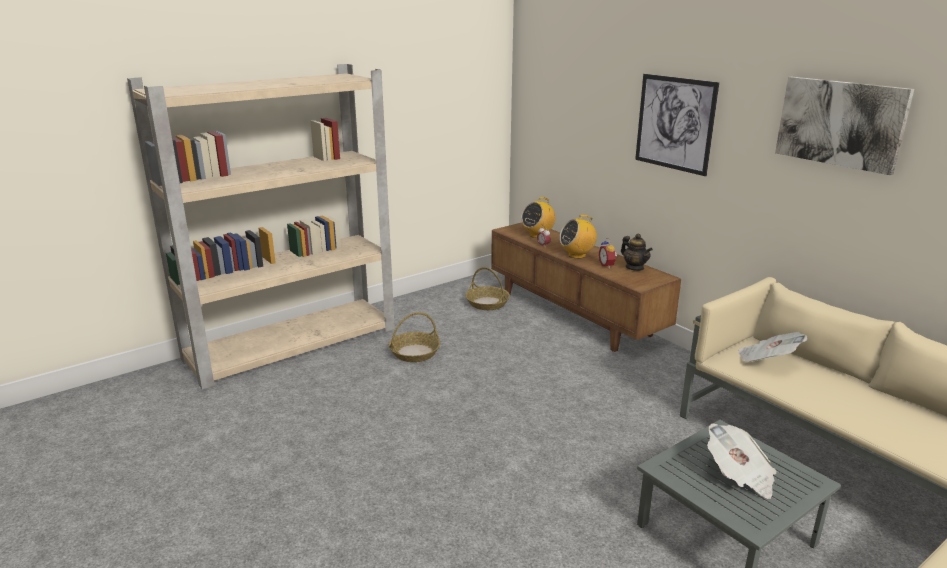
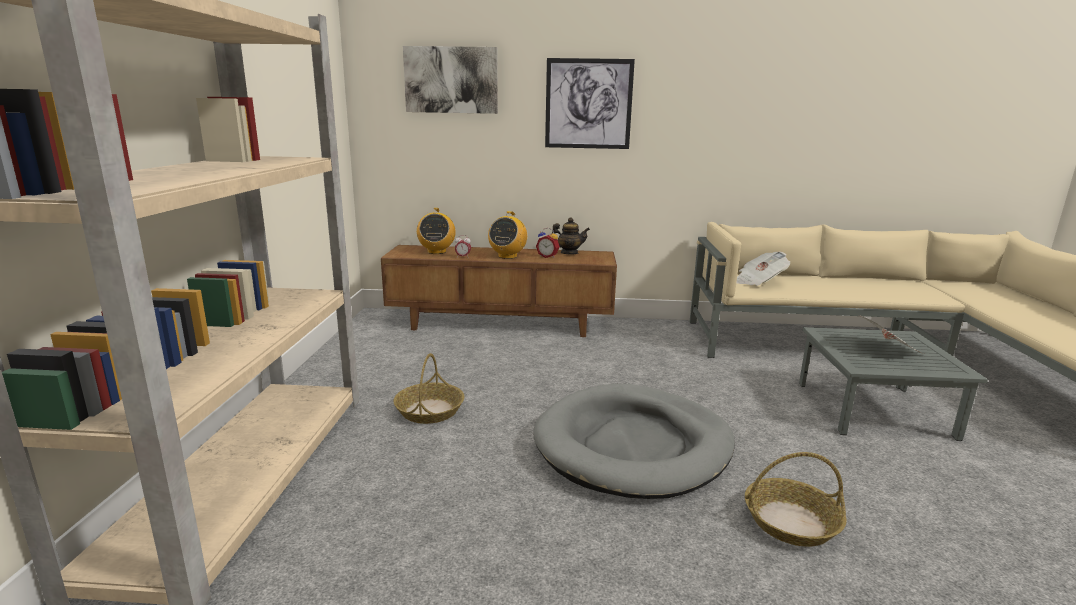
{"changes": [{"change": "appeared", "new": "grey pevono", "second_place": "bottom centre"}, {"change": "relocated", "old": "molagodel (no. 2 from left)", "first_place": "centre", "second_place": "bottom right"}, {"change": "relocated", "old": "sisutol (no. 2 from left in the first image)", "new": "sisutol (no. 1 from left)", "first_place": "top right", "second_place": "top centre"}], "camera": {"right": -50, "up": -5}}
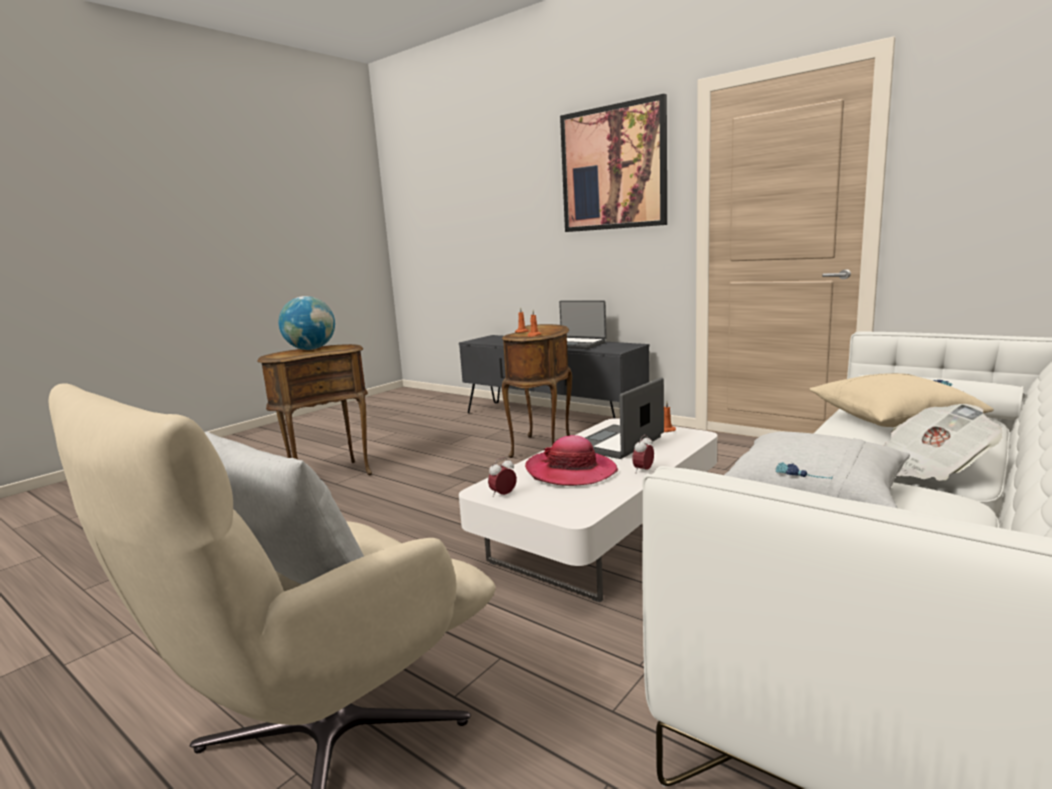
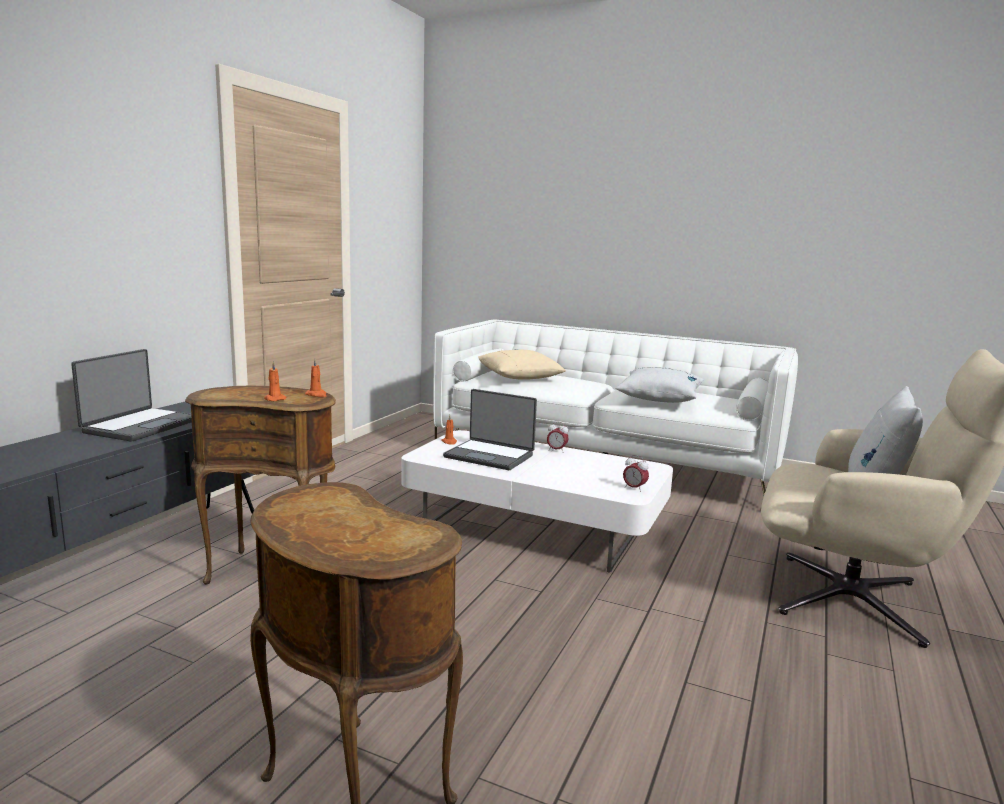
{"changes": [{"change": "missing", "old": "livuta", "first_place": "middle left"}, {"change": "missing", "old": "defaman", "first_place": "centre"}, {"change": "missing", "old": "sisutol", "first_place": "top centre"}, {"change": "missing", "old": "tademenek", "first_place": "middle right"}], "camera": {"right": -105, "up": 0}}
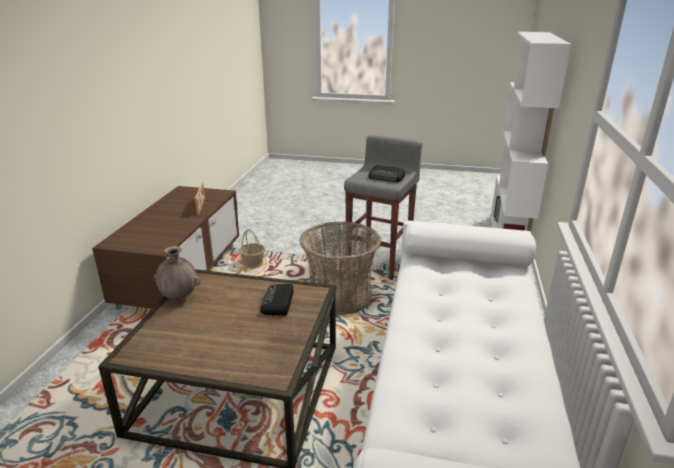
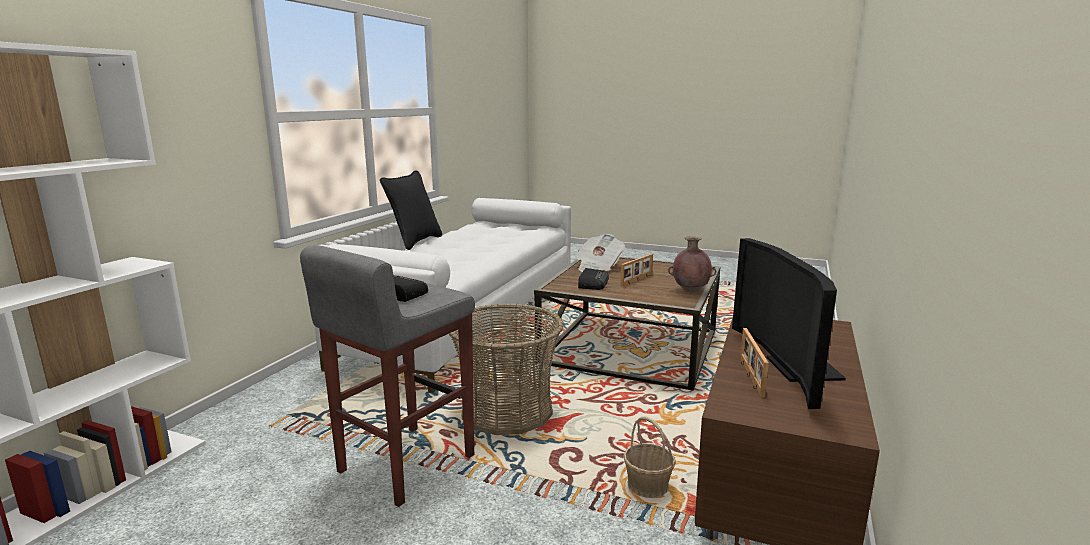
{"changes": [{"change": "appeared", "new": "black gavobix", "second_place": "centre"}, {"change": "appeared", "new": "tademenek", "second_place": "centre"}, {"change": "appeared", "new": "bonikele (no. 1 from left)", "second_place": "centre"}, {"change": "appeared", "new": "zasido", "second_place": "middle right"}], "camera": {"right": -170, "up": -10}}
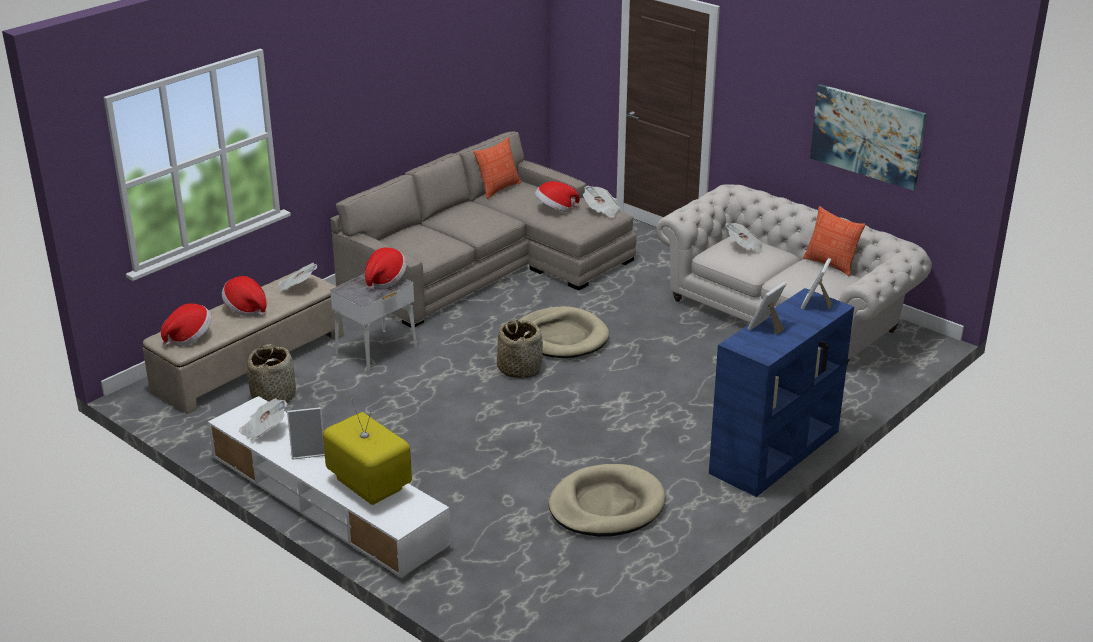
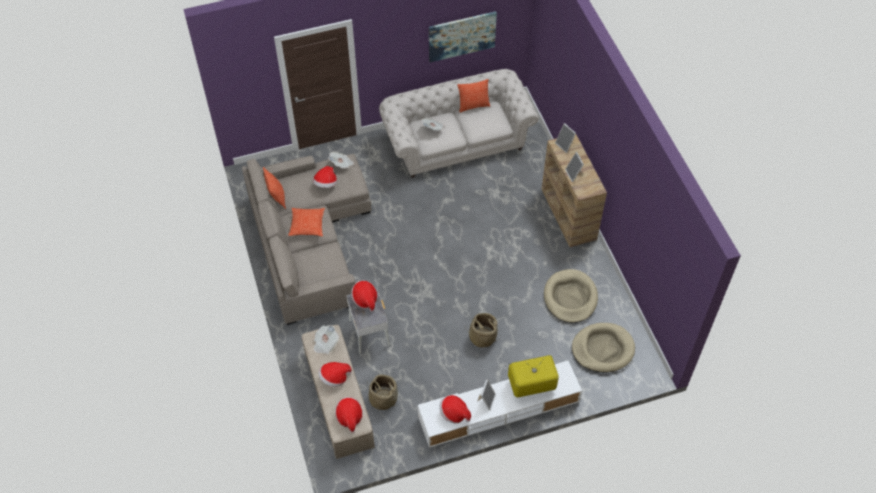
{"changes": [{"change": "appeared", "new": "orange gavobix (no. 2 from left)", "second_place": "centre"}, {"change": "relocated", "old": "molagodel (no. 2 from left)", "first_place": "centre", "second_place": "bottom centre"}, {"change": "relocated", "old": "beige pevono (no. 1 from left in the first image)", "new": "beige pevono (no. 2 from left)", "first_place": "centre", "second_place": "bottom right"}, {"change": "exchanged", "old": "tademenek (no. 1 from left)", "new": "defaman (no. 5 from left)", "first_place": "middle left", "second_place": "bottom centre"}, {"change": "colour", "old": "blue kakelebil", "new": "brown kakelebil", "first_place": "middle right", "second_place": "centre"}], "camera": {"right": -60, "up": 25}}
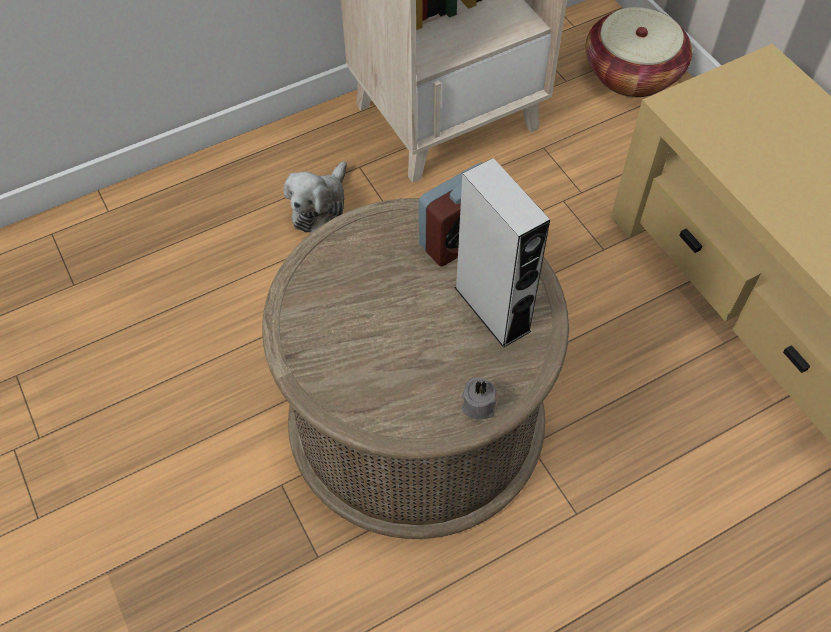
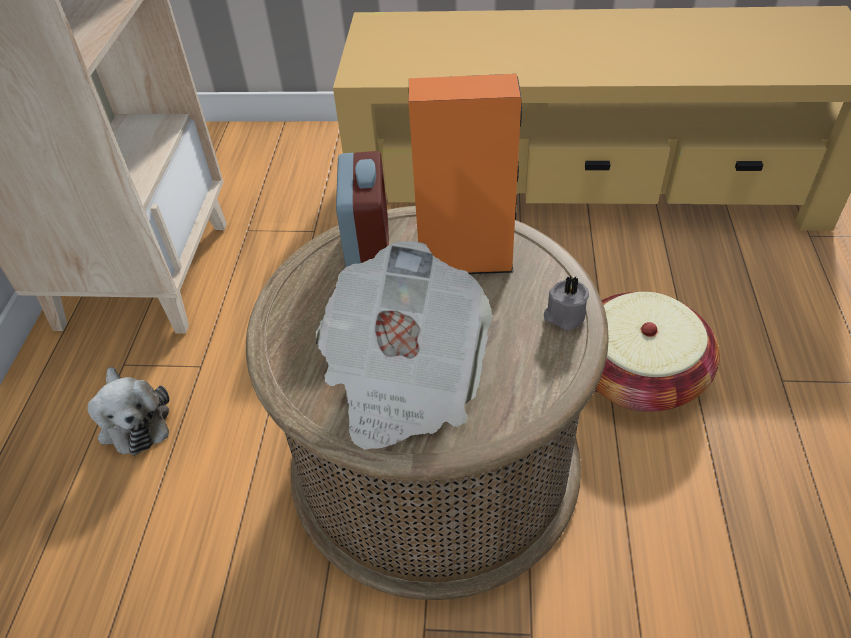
{"changes": [{"change": "appeared", "new": "tademenek", "second_place": "centre"}, {"change": "relocated", "old": "molagodel", "first_place": "top right", "second_place": "middle right"}, {"change": "colour", "old": "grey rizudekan", "new": "orange rizudekan", "first_place": "centre", "second_place": "top centre"}], "camera": {"right": -55, "up": -10}}
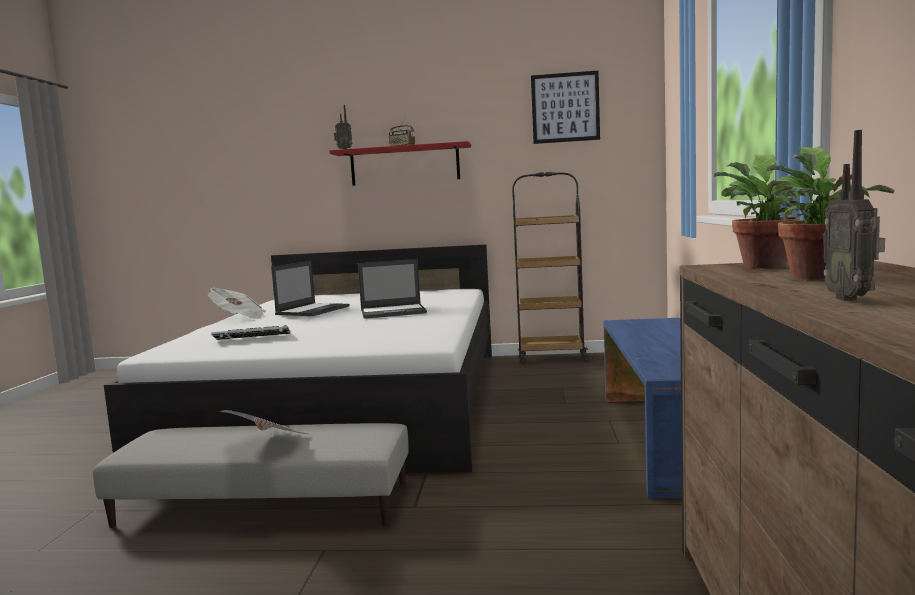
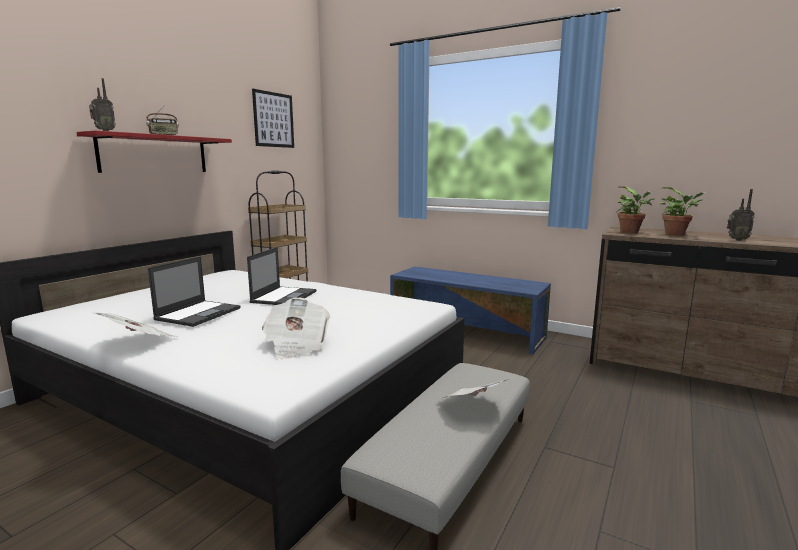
{"changes": [{"change": "exchanged", "old": "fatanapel", "new": "tademenek (no. 2 from left)", "first_place": "middle left", "second_place": "centre"}, {"change": "spun", "old": "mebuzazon (no. 1 from left)", "first_place": "centre", "second_place": "middle left", "degrees": 60}], "camera": {"right": -65, "up": 5}}
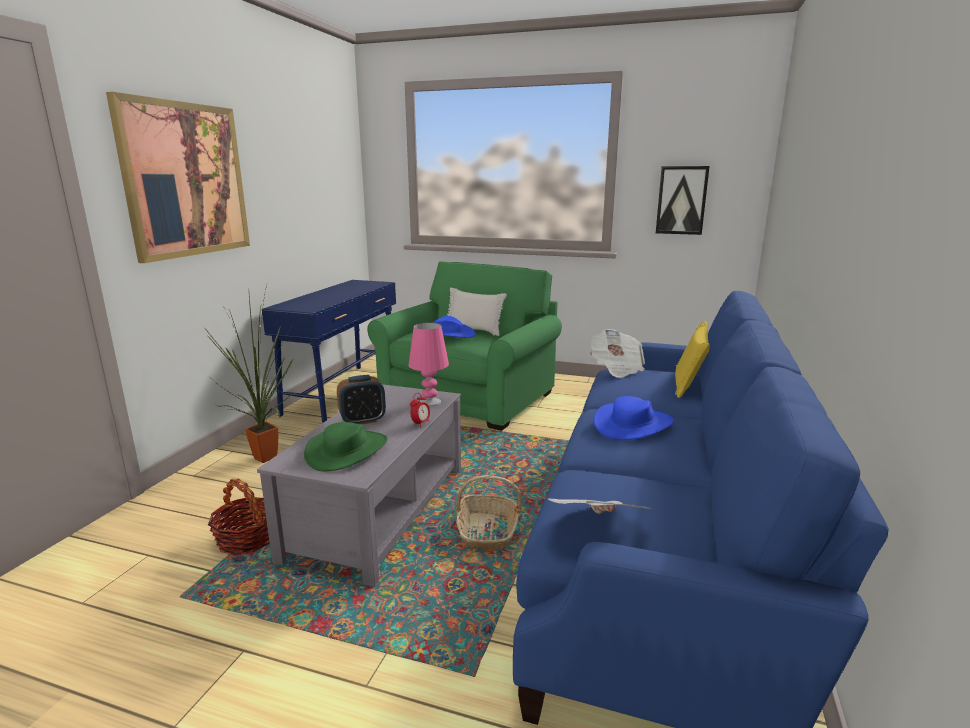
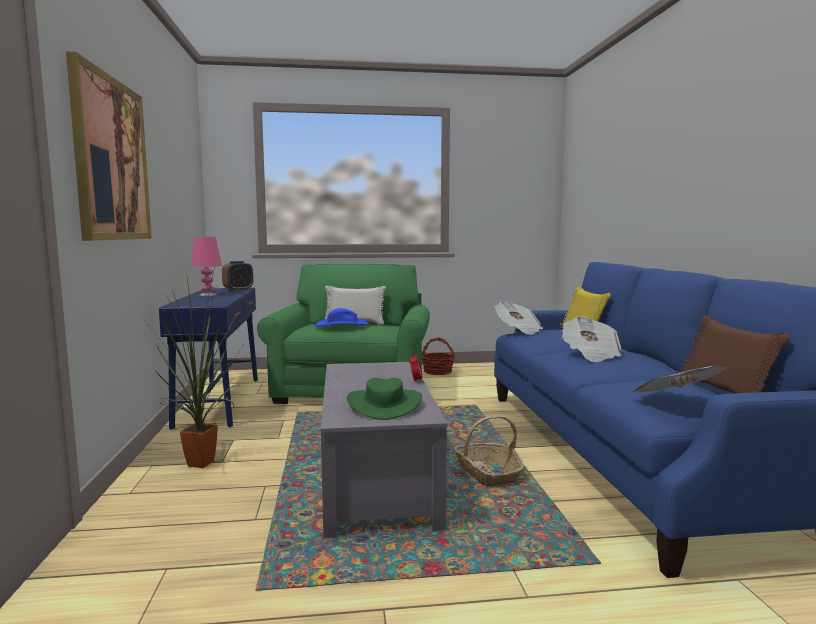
{"changes": [{"change": "missing", "old": "sisutol (no. 2 from left)", "first_place": "top right"}, {"change": "appeared", "new": "brown gavobix", "second_place": "middle right"}, {"change": "relocated", "old": "molagodel (no. 1 from left)", "first_place": "bottom left", "second_place": "centre"}, {"change": "relocated", "old": "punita (no. 1 from left)", "first_place": "centre", "second_place": "middle left"}, {"change": "relocated", "old": "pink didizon", "first_place": "centre", "second_place": "middle left"}, {"change": "exchanged", "old": "blue defaman (no. 2 from left)", "new": "tademenek (no. 2 from left)", "first_place": "centre", "second_place": "middle right"}], "camera": {"right": -25, "up": -10}}
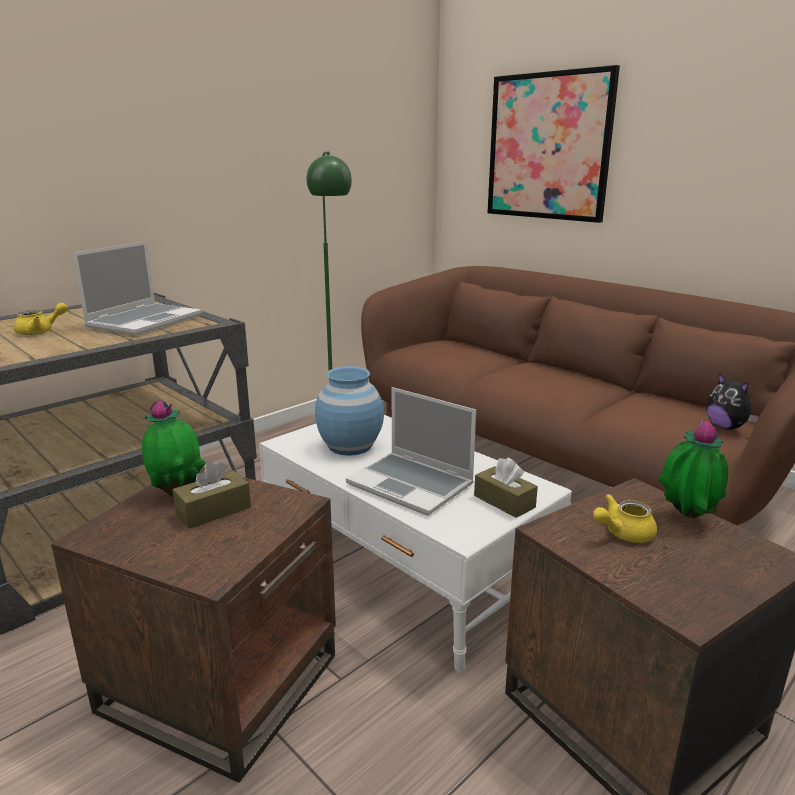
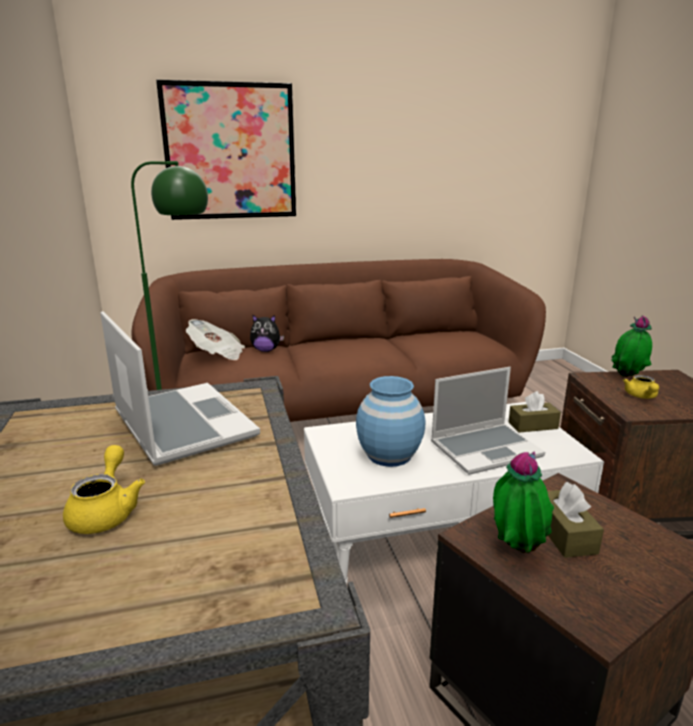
{"changes": [{"change": "appeared", "new": "tademenek", "second_place": "middle left"}, {"change": "relocated", "old": "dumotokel", "first_place": "middle right", "second_place": "centre"}], "camera": {"right": -60, "up": 0}}
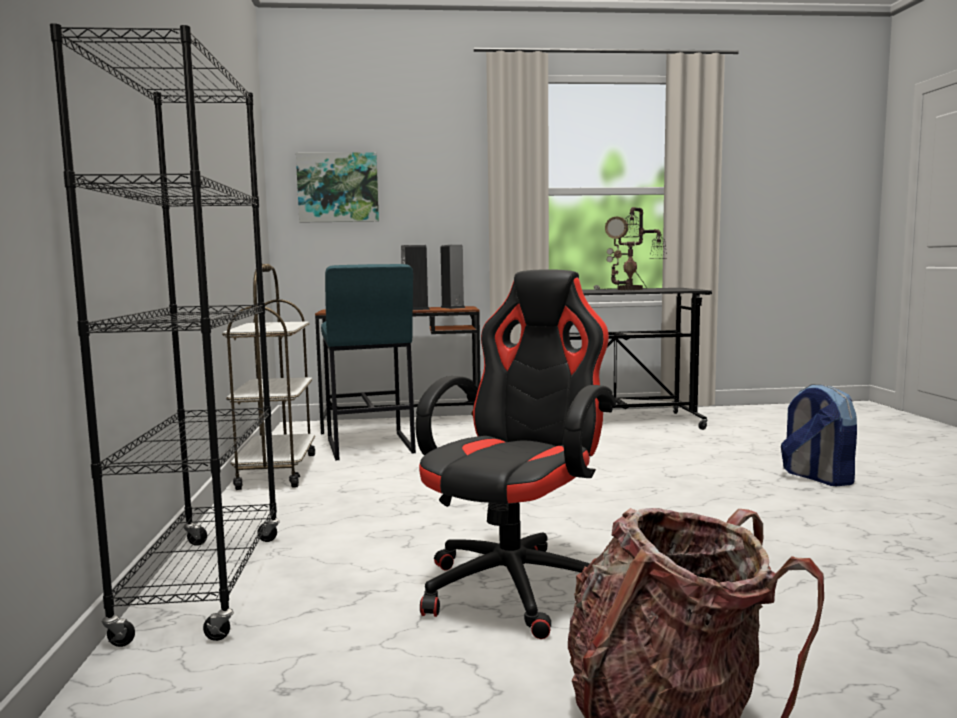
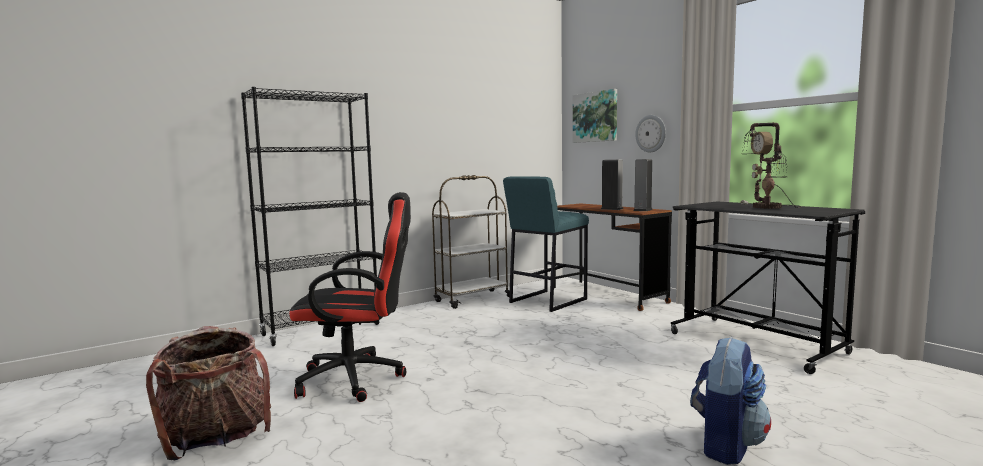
{"changes": [{"change": "appeared", "new": "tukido", "second_place": "top centre"}], "camera": {"right": 60, "up": 0}}
